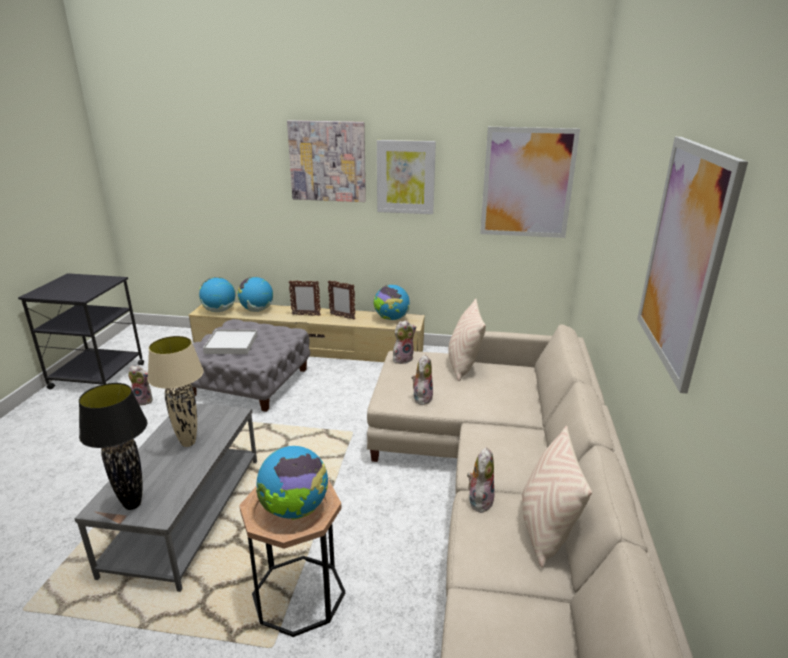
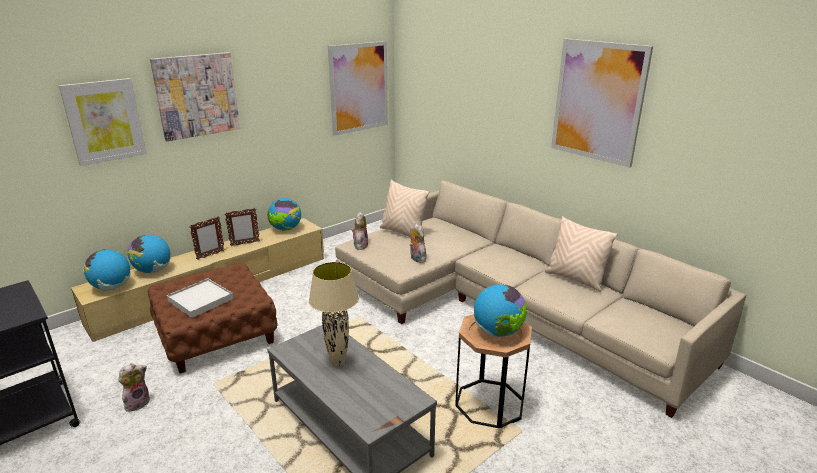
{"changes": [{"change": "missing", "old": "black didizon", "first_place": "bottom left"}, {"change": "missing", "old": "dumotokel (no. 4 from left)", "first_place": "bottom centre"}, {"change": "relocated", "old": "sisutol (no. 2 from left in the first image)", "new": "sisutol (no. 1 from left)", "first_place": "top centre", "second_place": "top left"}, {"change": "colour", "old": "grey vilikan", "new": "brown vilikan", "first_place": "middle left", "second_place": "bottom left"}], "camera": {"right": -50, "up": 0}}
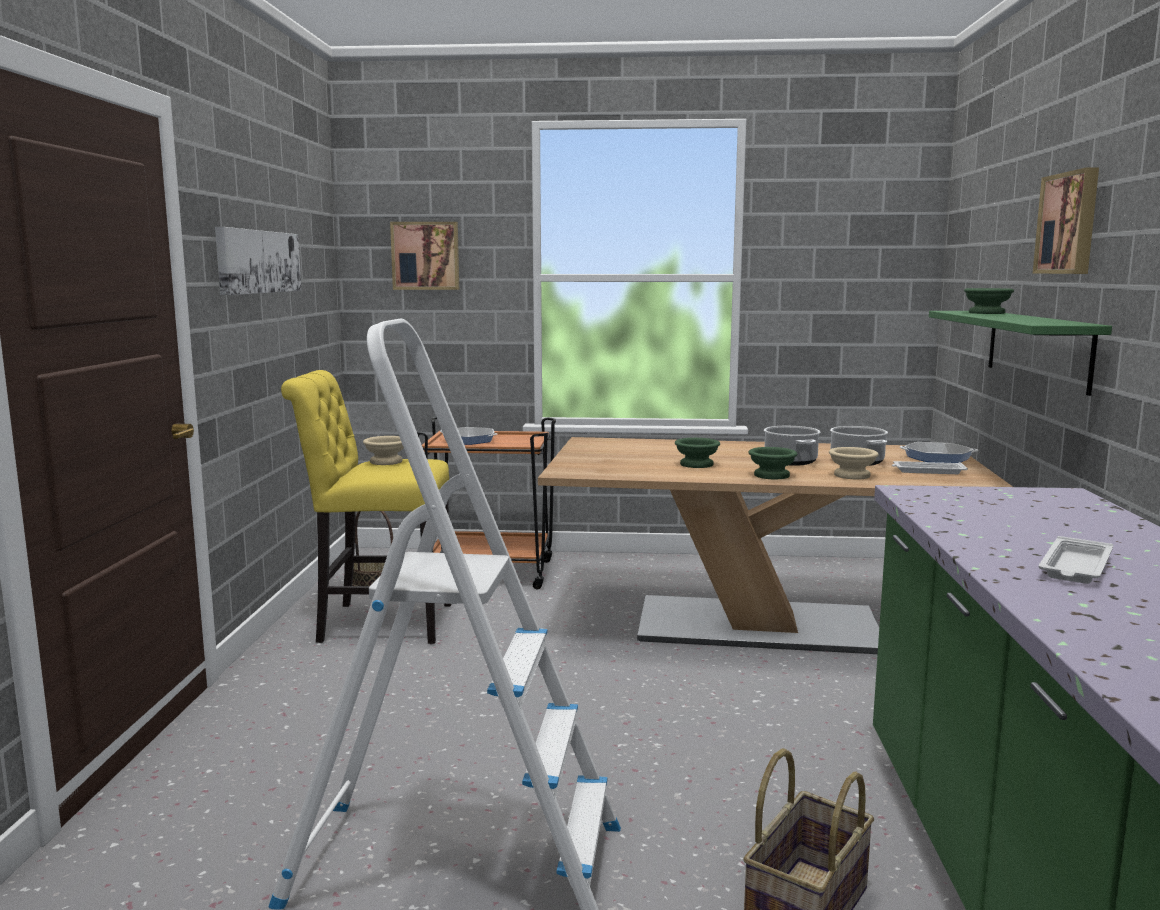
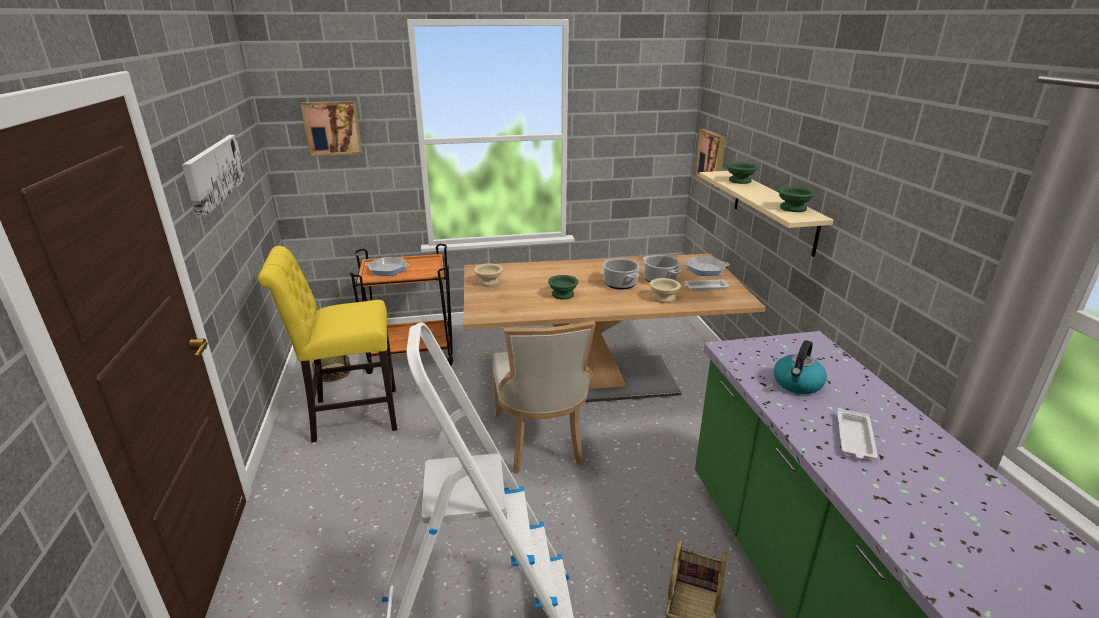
{"changes": [{"change": "appeared", "new": "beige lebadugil", "second_place": "centre"}, {"change": "appeared", "new": "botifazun", "second_place": "middle right"}, {"change": "relocated", "old": "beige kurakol (no. 1 from left)", "first_place": "middle left", "second_place": "centre"}, {"change": "relocated", "old": "green kurakol (no. 2 from left in the first image)", "new": "green kurakol (no. 3 from left)", "first_place": "centre", "second_place": "top right"}, {"change": "relocated", "old": "sisutol (no. 3 from left)", "first_place": "top right", "second_place": "top centre"}, {"change": "colour", "old": "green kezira", "new": "beige kezira", "first_place": "middle right", "second_place": "middle right"}], "camera": {"right": -15, "up": 15}}
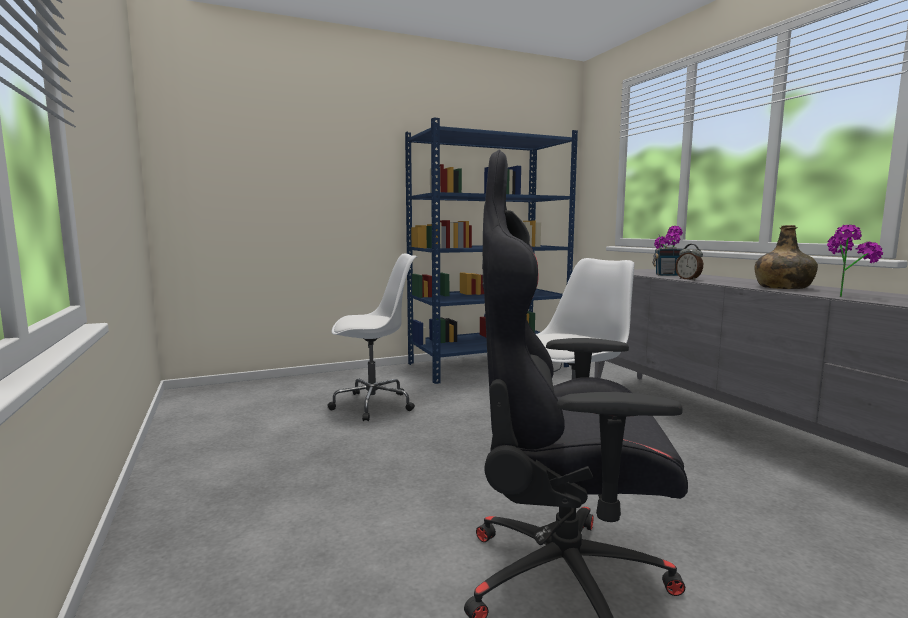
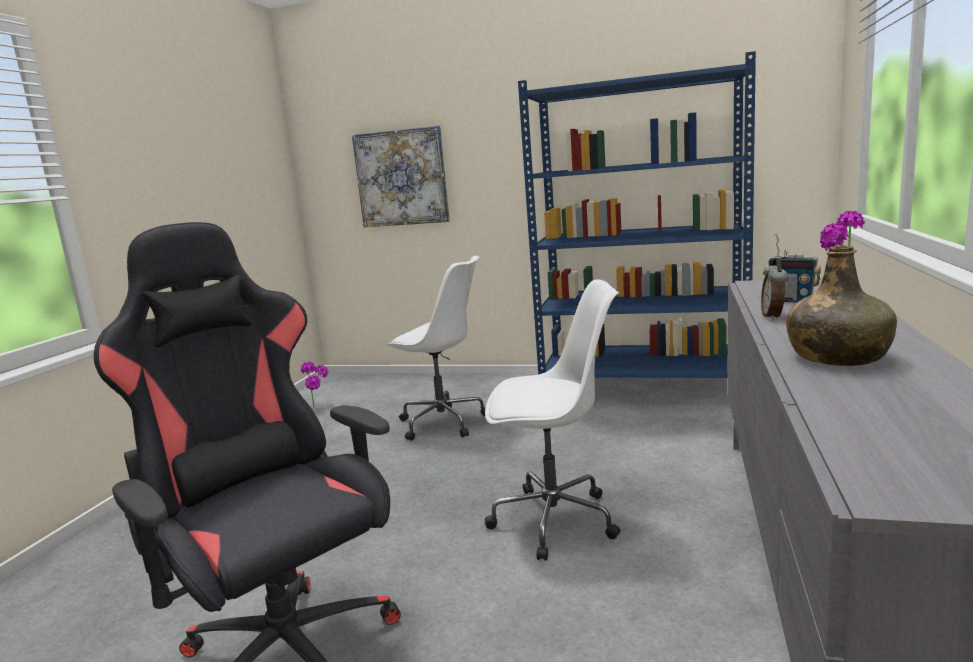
{"changes": [{"change": "appeared", "new": "sisutol", "second_place": "top centre"}, {"change": "relocated", "old": "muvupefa (no. 2 from left in the first image)", "new": "muvupefa (no. 1 from left)", "first_place": "middle right", "second_place": "middle left"}], "camera": {"right": 40, "up": 5}}
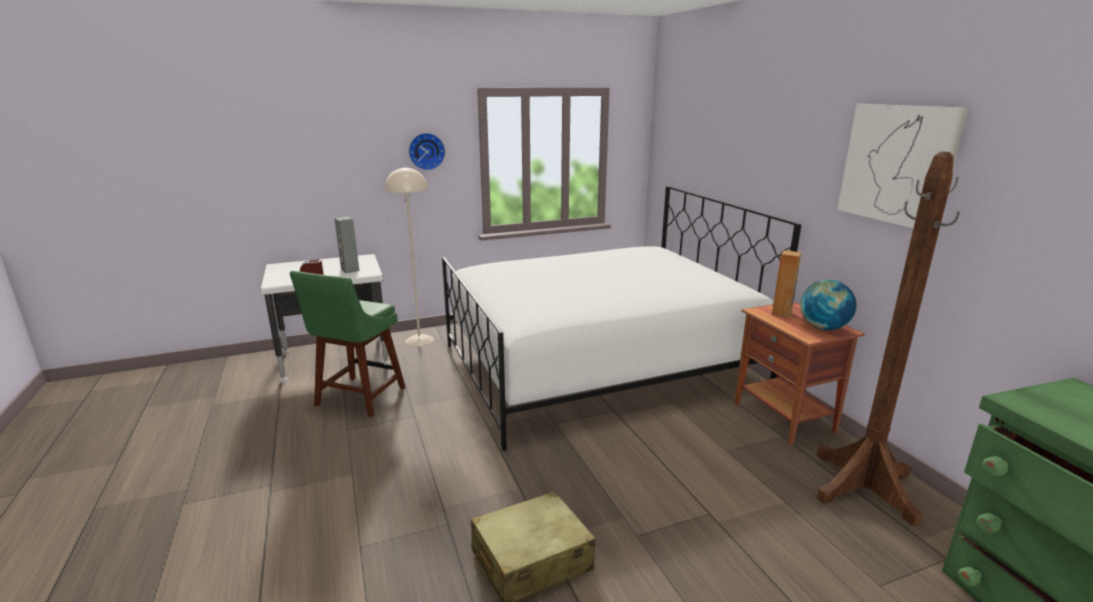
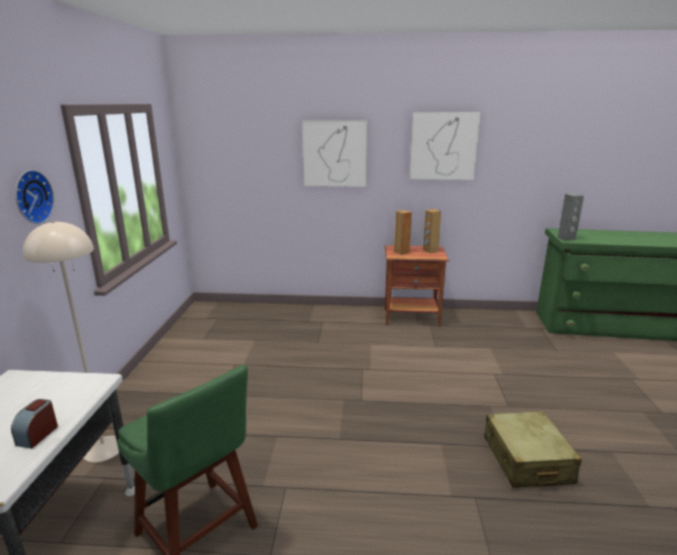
{"changes": [{"change": "missing", "old": "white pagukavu", "first_place": "centre"}, {"change": "missing", "old": "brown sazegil", "first_place": "middle right"}, {"change": "appeared", "new": "sisutol (no. 1 from left)", "second_place": "top centre"}, {"change": "relocated", "old": "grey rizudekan", "first_place": "middle left", "second_place": "middle right"}, {"change": "exchanged", "old": "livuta", "new": "brown rizudekan (no. 2 from left)", "first_place": "middle right", "second_place": "centre"}], "camera": {"right": -65, "up": 0}}
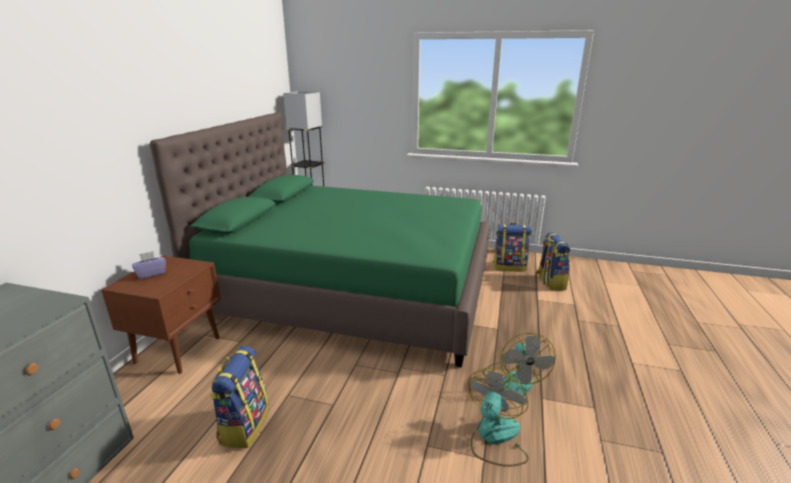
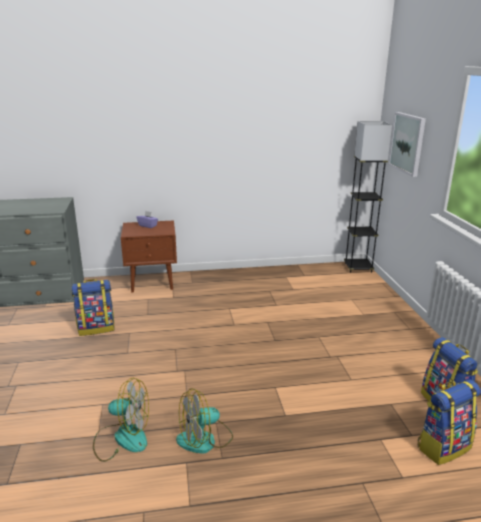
{"changes": [{"change": "missing", "old": "green pagukavu", "first_place": "centre"}, {"change": "appeared", "new": "sisutol", "second_place": "top right"}], "camera": {"right": 65, "up": 0}}
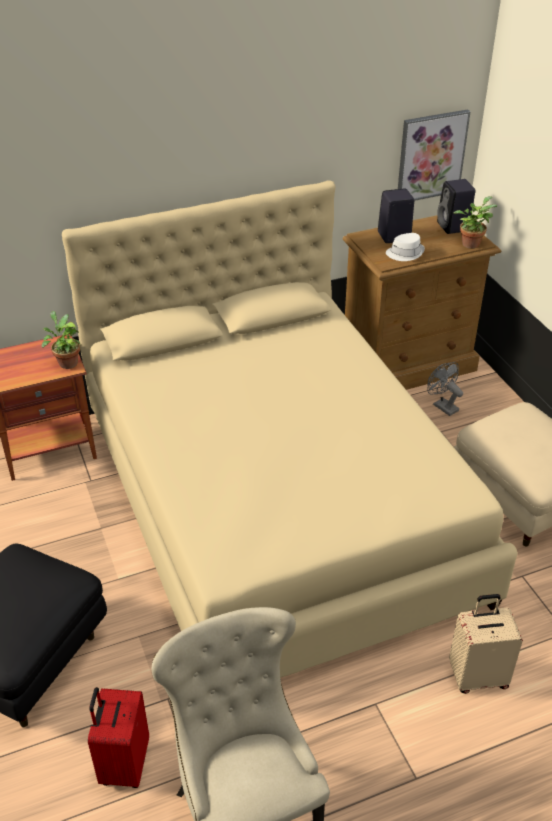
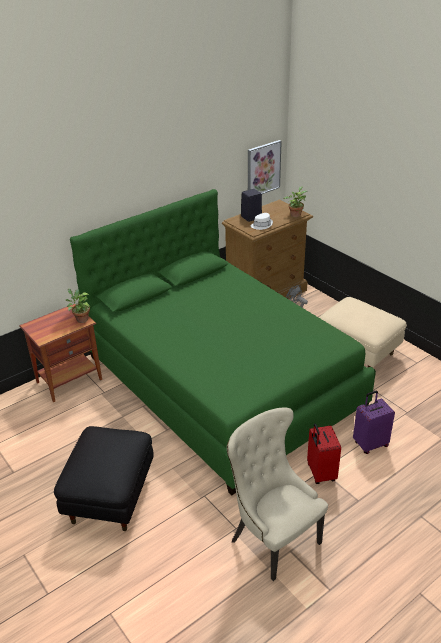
{"changes": [{"change": "missing", "old": "black rizudekan (no. 2 from left)", "first_place": "top right"}, {"change": "relocated", "old": "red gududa", "first_place": "bottom left", "second_place": "bottom right"}, {"change": "colour", "old": "beige pagukavu", "new": "green pagukavu", "first_place": "centre", "second_place": "centre"}, {"change": "colour", "old": "beige gududa", "new": "purple gududa", "first_place": "bottom right", "second_place": "middle right"}], "camera": {"right": -15, "up": -5}}
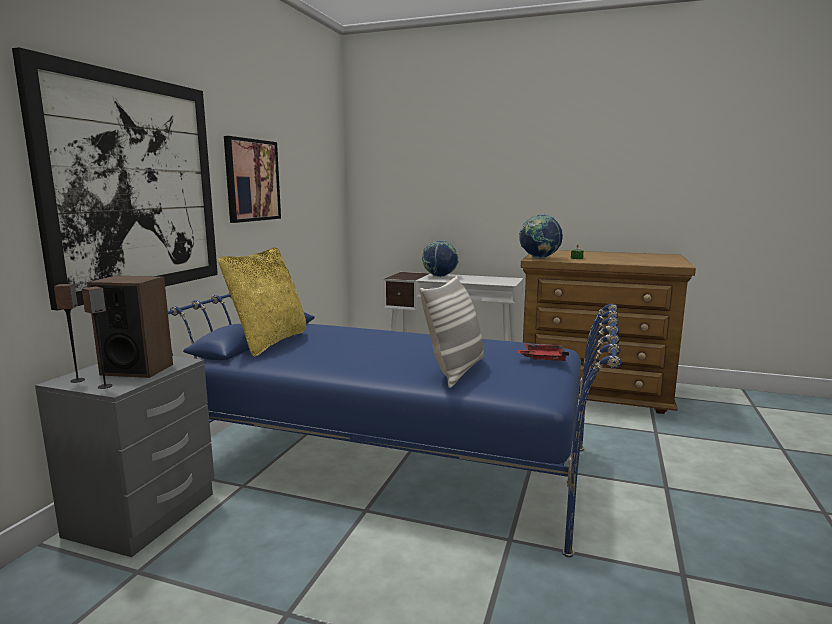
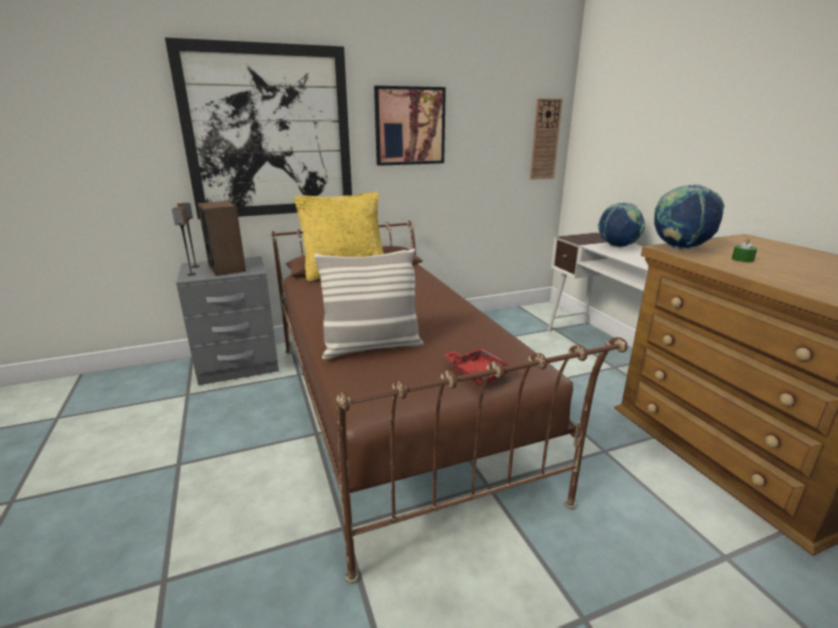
{"changes": [{"change": "appeared", "new": "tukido", "second_place": "top centre"}, {"change": "colour", "old": "blue pagukavu", "new": "brown pagukavu", "first_place": "bottom centre", "second_place": "centre"}], "camera": {"right": 50, "up": 10}}
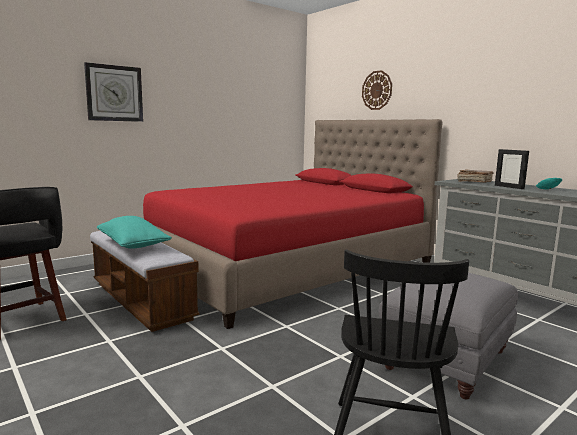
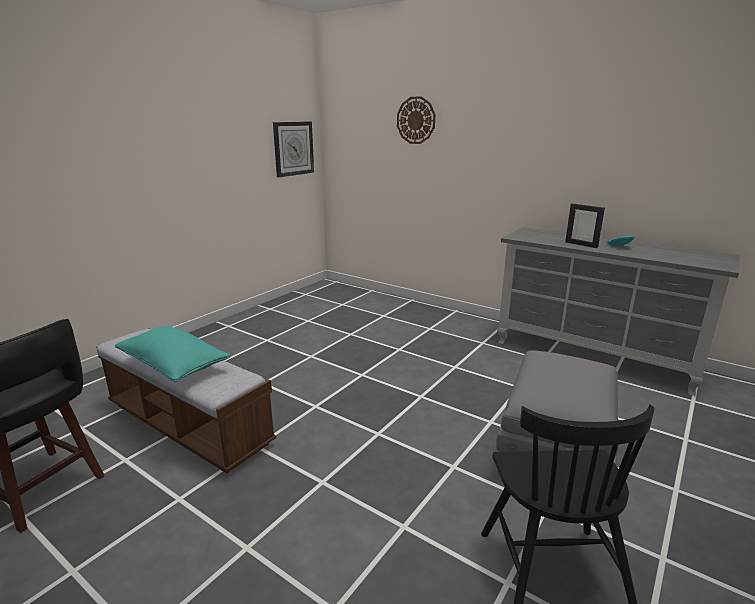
{"changes": [{"change": "missing", "old": "red pagukavu", "first_place": "centre"}, {"change": "missing", "old": "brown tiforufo", "first_place": "middle right"}, {"change": "relocated", "old": "tukido (no. 1 from left)", "first_place": "top left", "second_place": "top centre"}], "camera": {"right": -15, "up": 10}}
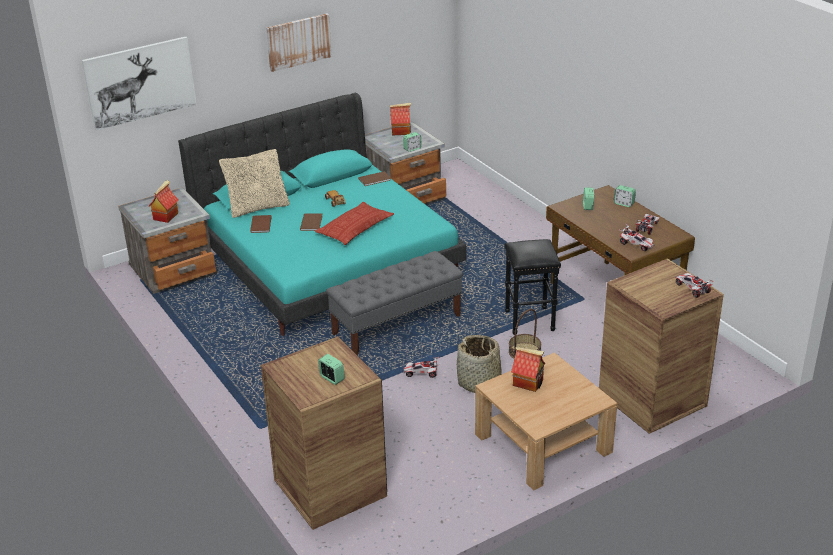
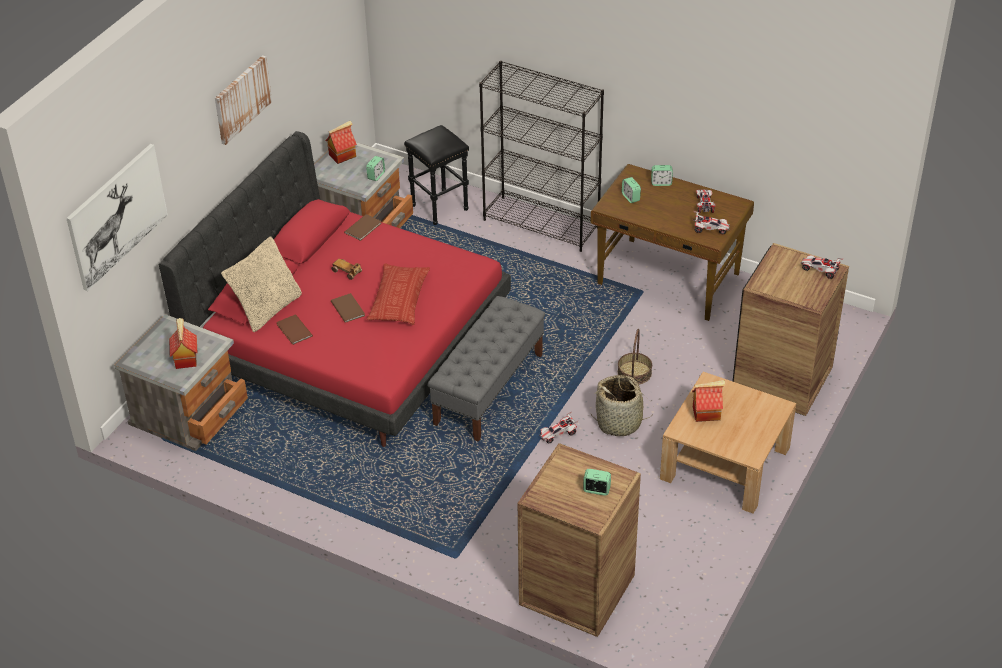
{"changes": [{"change": "appeared", "new": "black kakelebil", "second_place": "top centre"}, {"change": "relocated", "old": "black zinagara", "first_place": "centre", "second_place": "top centre"}, {"change": "colour", "old": "turquoise pagukavu", "new": "red pagukavu", "first_place": "centre", "second_place": "centre"}], "camera": {"right": -30, "up": 10}}
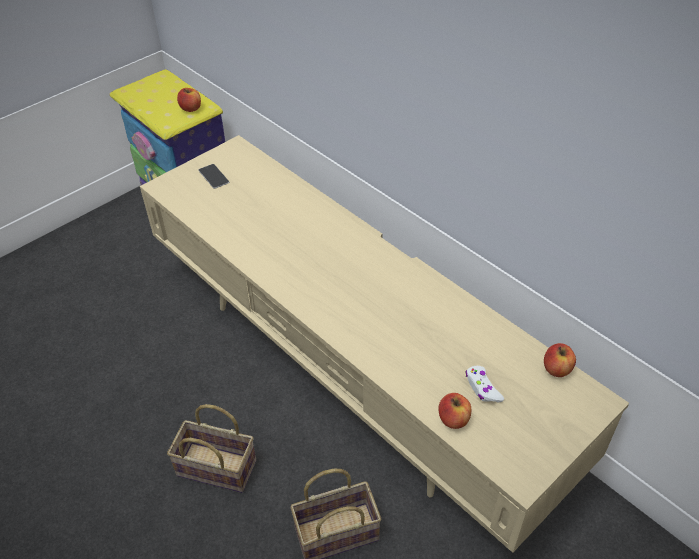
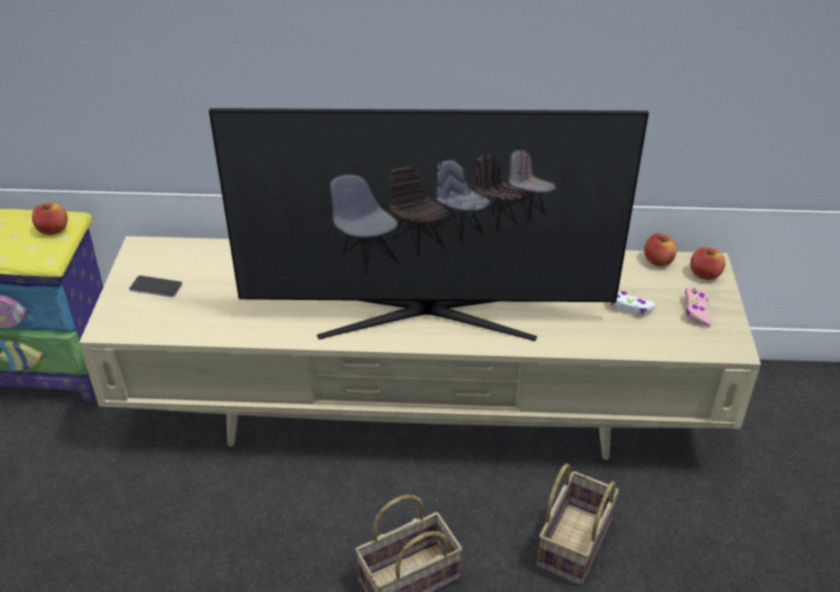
{"changes": [{"change": "appeared", "new": "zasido", "second_place": "centre"}, {"change": "appeared", "new": "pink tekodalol", "second_place": "middle right"}, {"change": "relocated", "old": "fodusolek (no. 2 from left in the first image)", "new": "fodusolek (no. 3 from left)", "first_place": "bottom centre", "second_place": "middle right"}], "camera": {"right": -45, "up": -5}}
